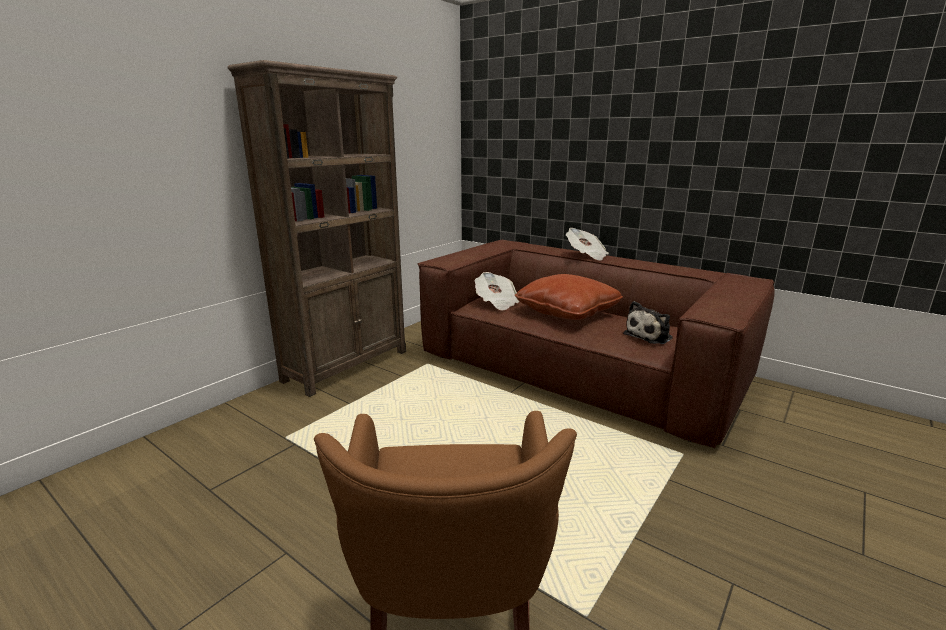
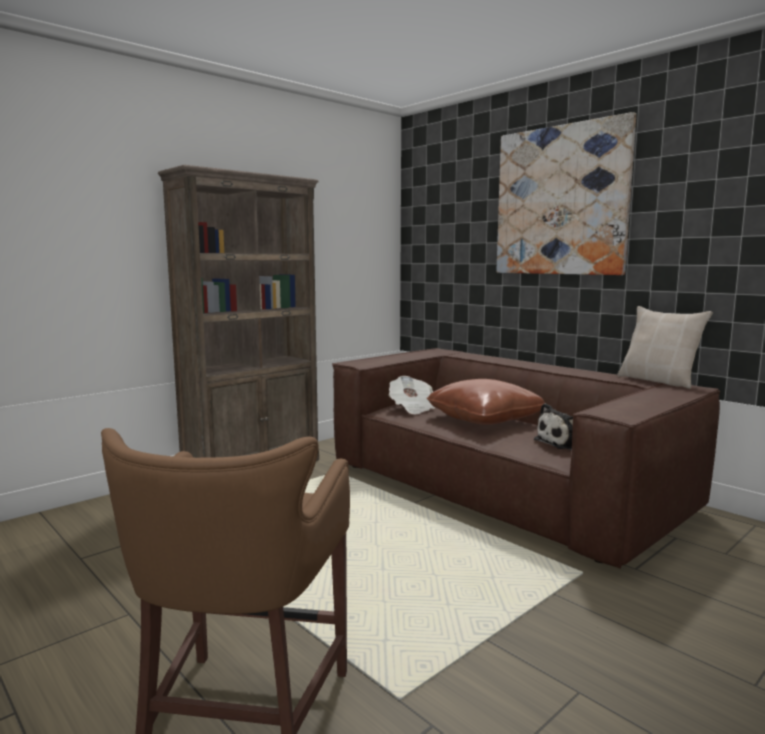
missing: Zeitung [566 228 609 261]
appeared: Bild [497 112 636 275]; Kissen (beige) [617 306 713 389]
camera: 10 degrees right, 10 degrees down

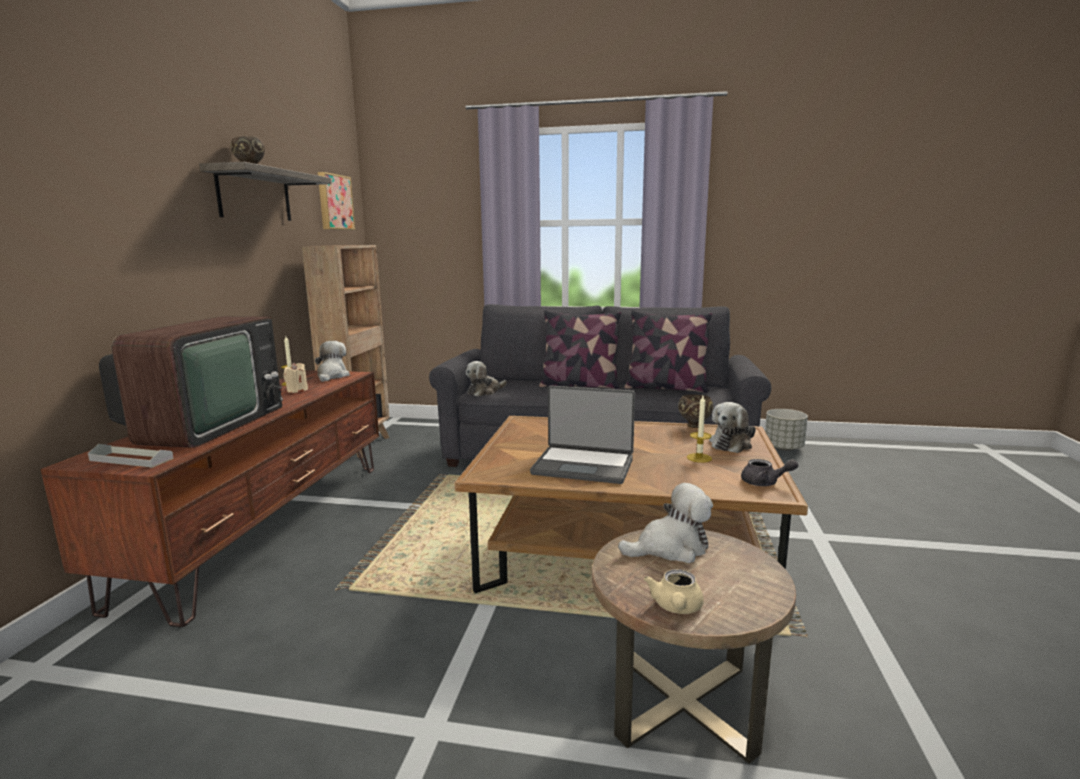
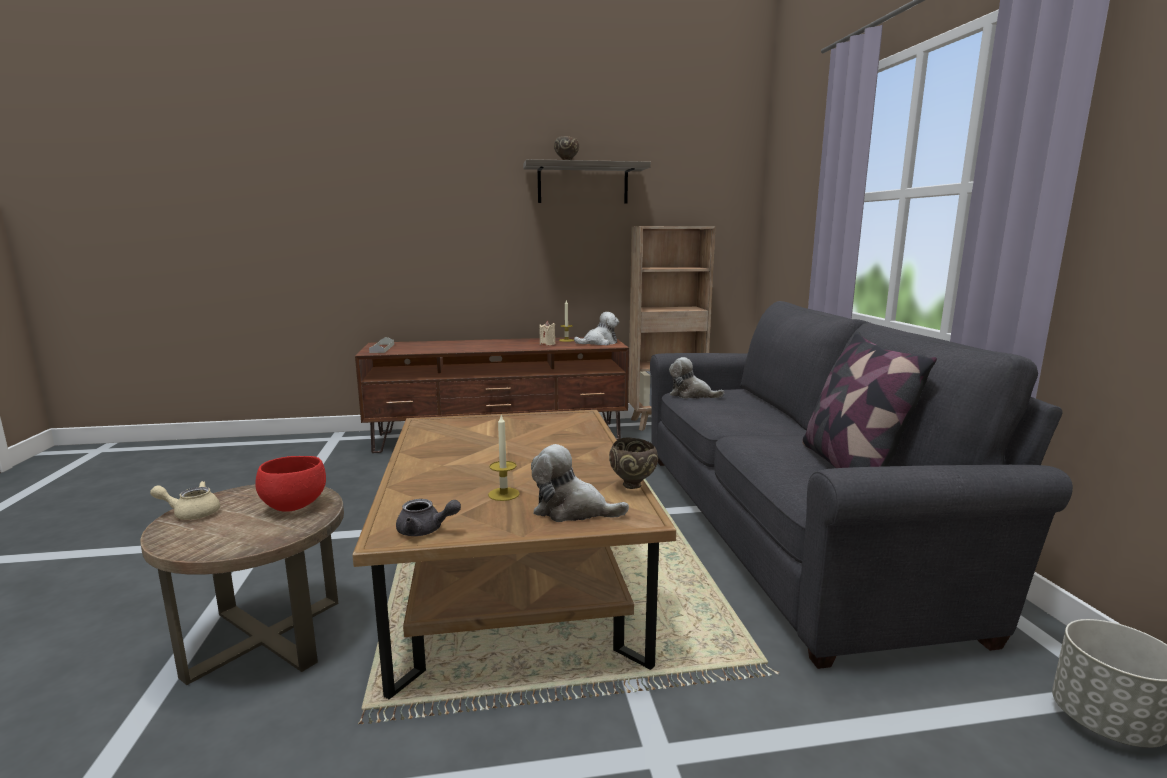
missing: Bild [318 172 355 230]; Kissen [539 310 621 389]; Fernseher [99 316 283 448]; Laptop [530 386 635 484]
exchanged: Plüschtier [618 483 713 563] to Schüssel (rot) [255 456 326 512]
spun: Teekanne (grau) [741 459 798 486] = [396 499 461 536] 75 degrees counterclockwise
camera: 70 degrees right, 0 degrees up

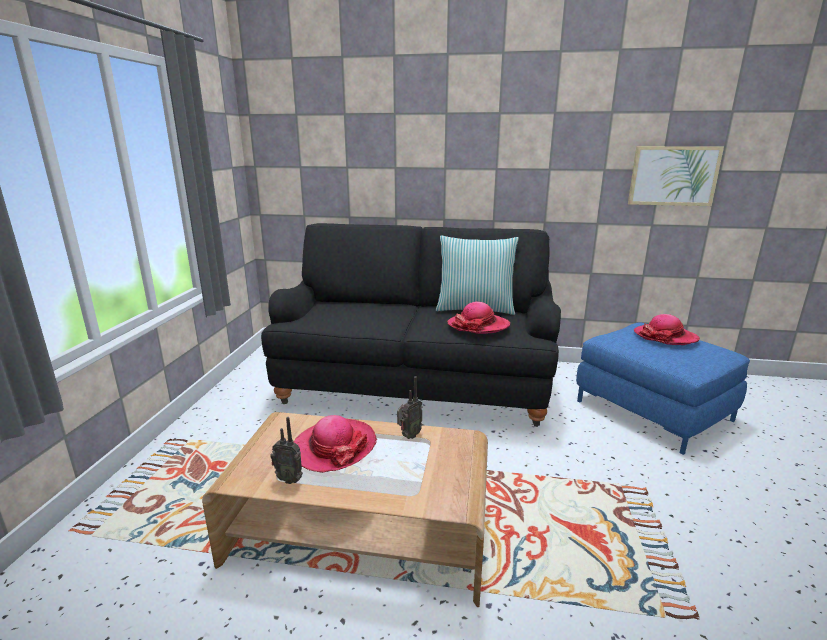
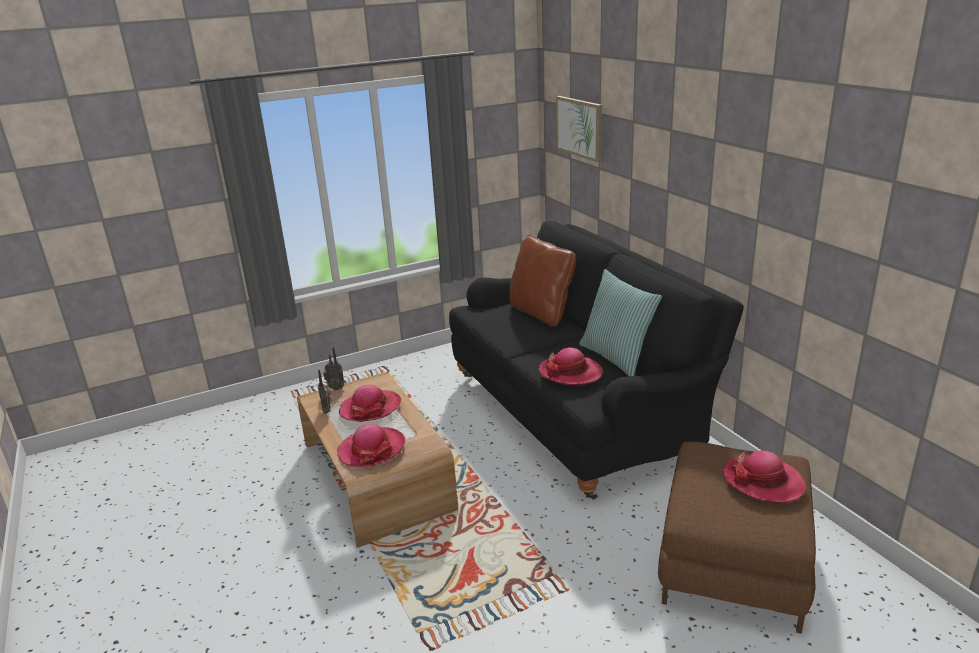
appeared: Kissen (braun) [509 235 576 327]; Hut [337 424 405 467]
relocated: Bild [628 146 724 206] to [556 96 602 162]; Radio [397 376 423 439] to [323 347 345 390]
colour: Polsterhocker (blau) [576 323 750 455] to Polsterhocker (braun) [658 442 816 634]
camera: 55 degrees right, 5 degrees up

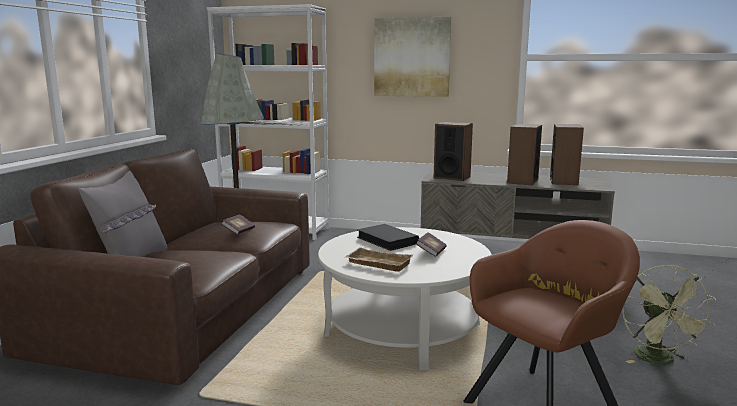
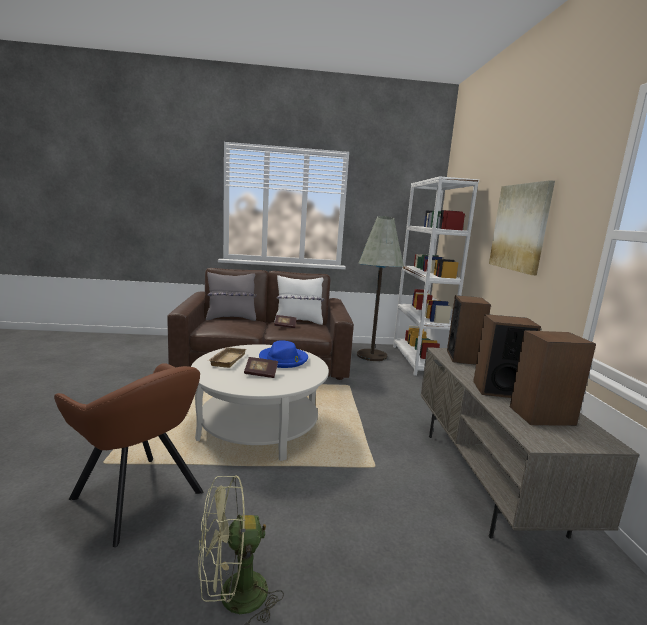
appeared: Kissen (weiß) [274 275 324 325]
exchanged: Buch (schwarz) [357 224 419 251] to Hut (blau) [259 340 308 368]
camera: 70 degrees right, 0 degrees up

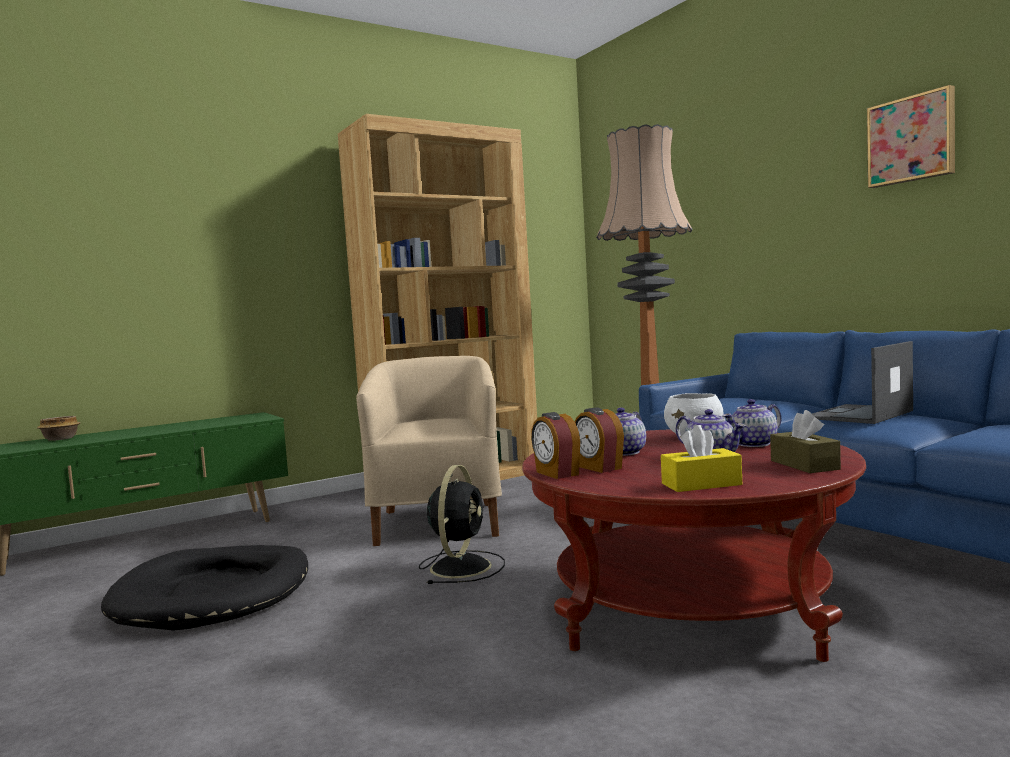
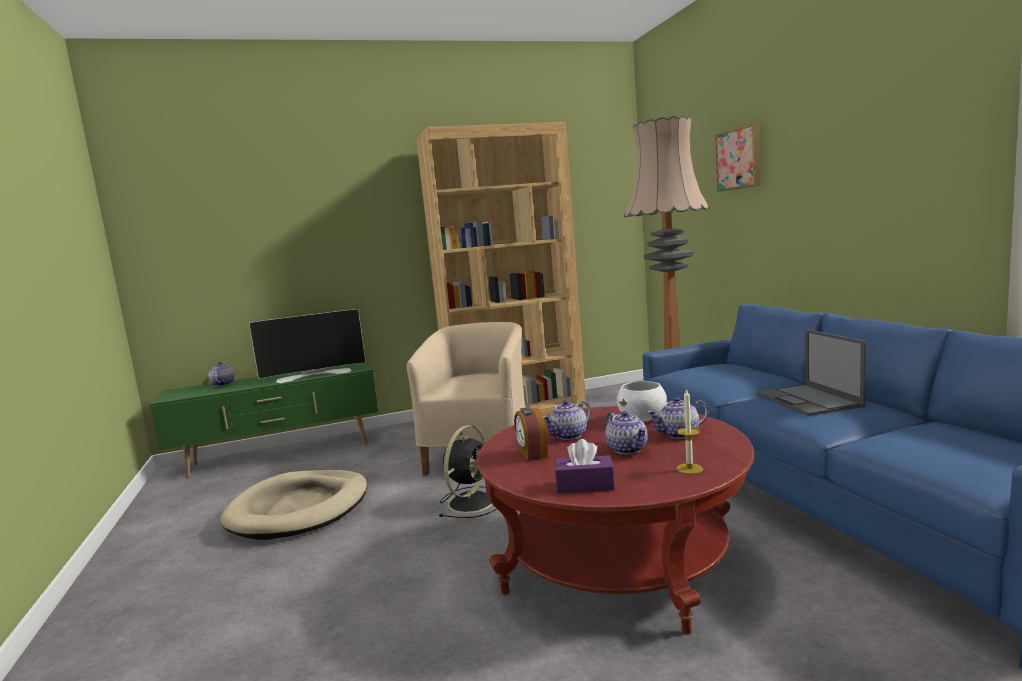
missing: Wecker [531 412 580 479]
appeared: Fernseher [249 309 366 383]
relocated: Bild [867 85 955 188] to [715 124 761 192]
exchanged: Taschentuchbox (braun) [770 410 841 473] to Kerze [677 388 703 474]; Schüssel [37 416 80 441] to Teekanne [208 362 235 387]
colour: Taschentuchbox (gelb) [661 425 742 492] to Taschentuchbox (lila) [555 439 615 494]; Hundebett (schwarz) [101 545 308 631] to Hundebett (beige) [220 470 367 540]
spun: Laptop [812 341 913 424] = [757 329 866 416] 75 degrees counterclockwise
camera: 15 degrees right, 5 degrees up

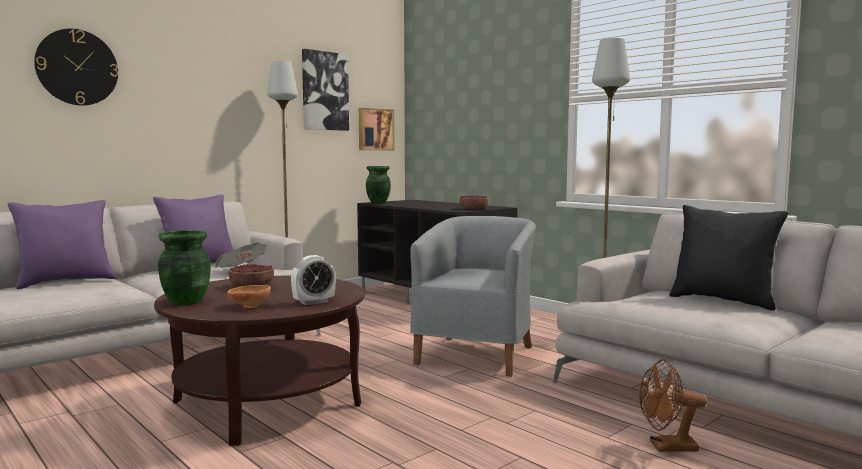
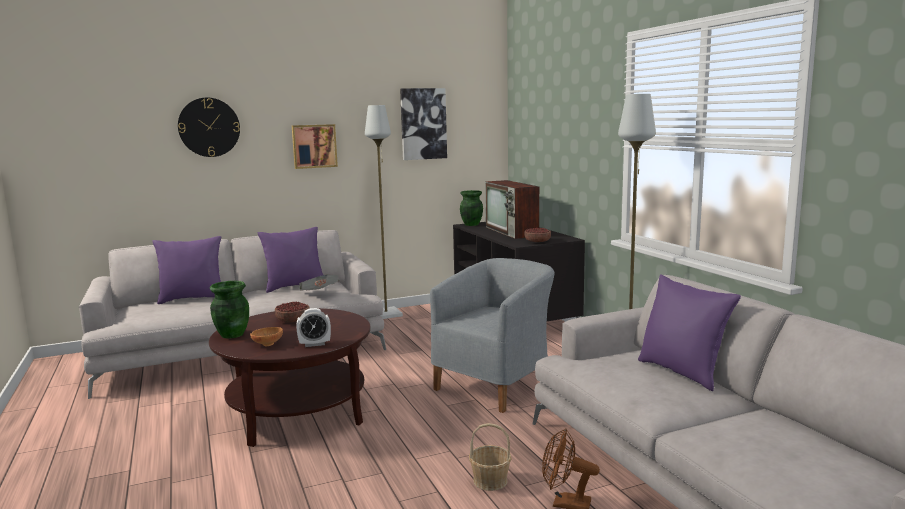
appeared: Fernseher [485 180 539 239]; Korb [469 423 512 491]
relocated: Bild [359 108 395 150] to [292 124 338 169]
colour: Kissen (schwarz) [669 205 789 311] to Kissen (lila) [638 274 741 391]
camera: 20 degrees right, 5 degrees up

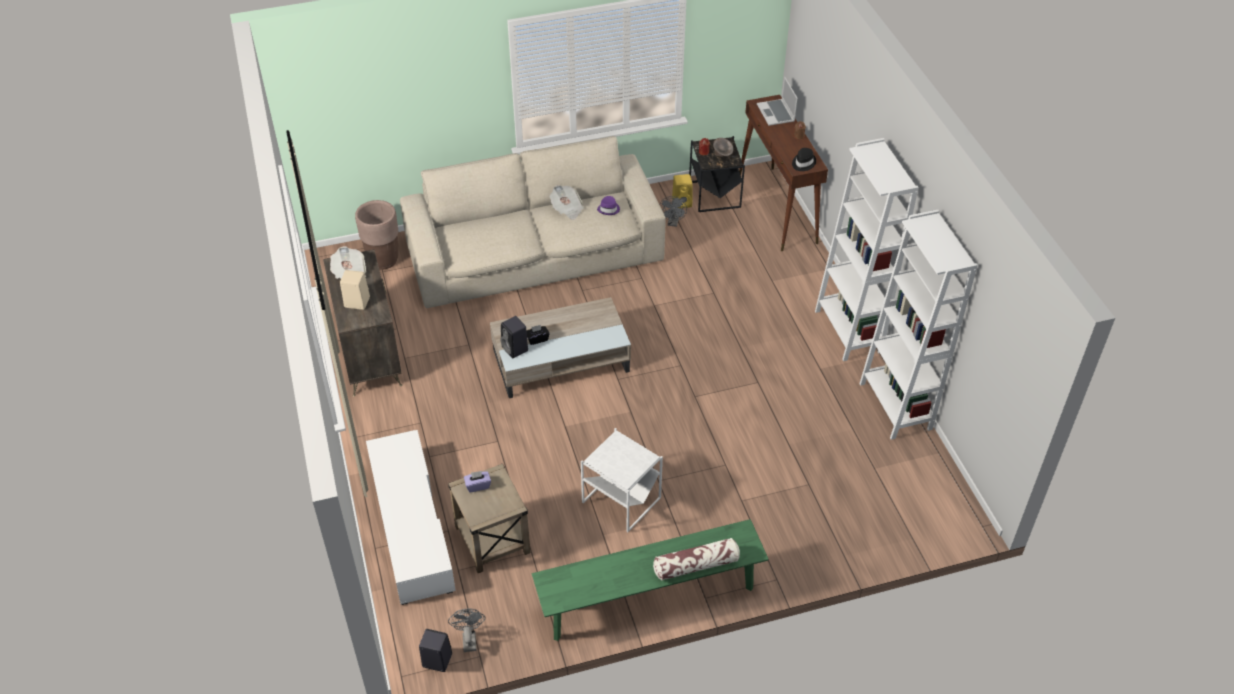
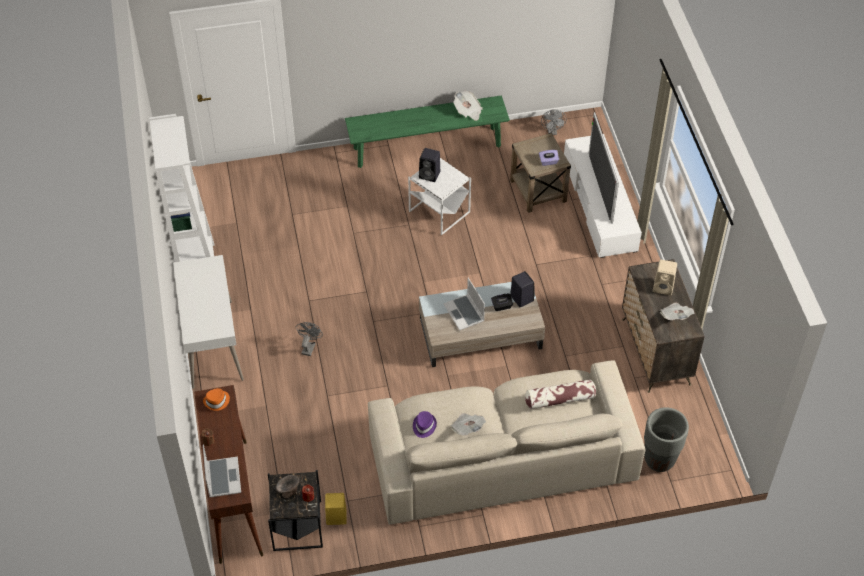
appeared: Zeitung [454 91 483 121]; Fernseher [589 112 619 224]; Laptop [443 278 485 331]
relocated: Ventilator (grau) [660 196 687 227] to [296 322 323 356]; Kissen [653 538 740 581] to [525 379 596 409]; Lautsprecher (schwarz) [419 629 452 672] to [419 148 440 182]
exchanged: Bücherregal (weiß) [815 138 919 361] to Schreibtisch (weiß) [173 255 244 389]
colour: Hut (schwarz) [792 148 816 171] to Hut (orange) [203 388 230 411]; Pflanzkübel (braun) [355 200 398 269] to Pflanzkübel (grau) [644 407 689 472]
camera: 175 degrees left, 5 degrees up

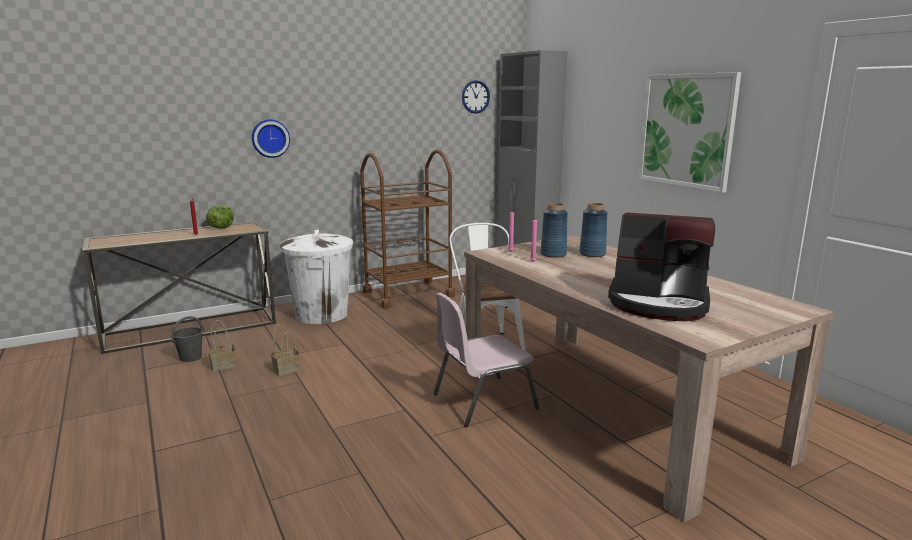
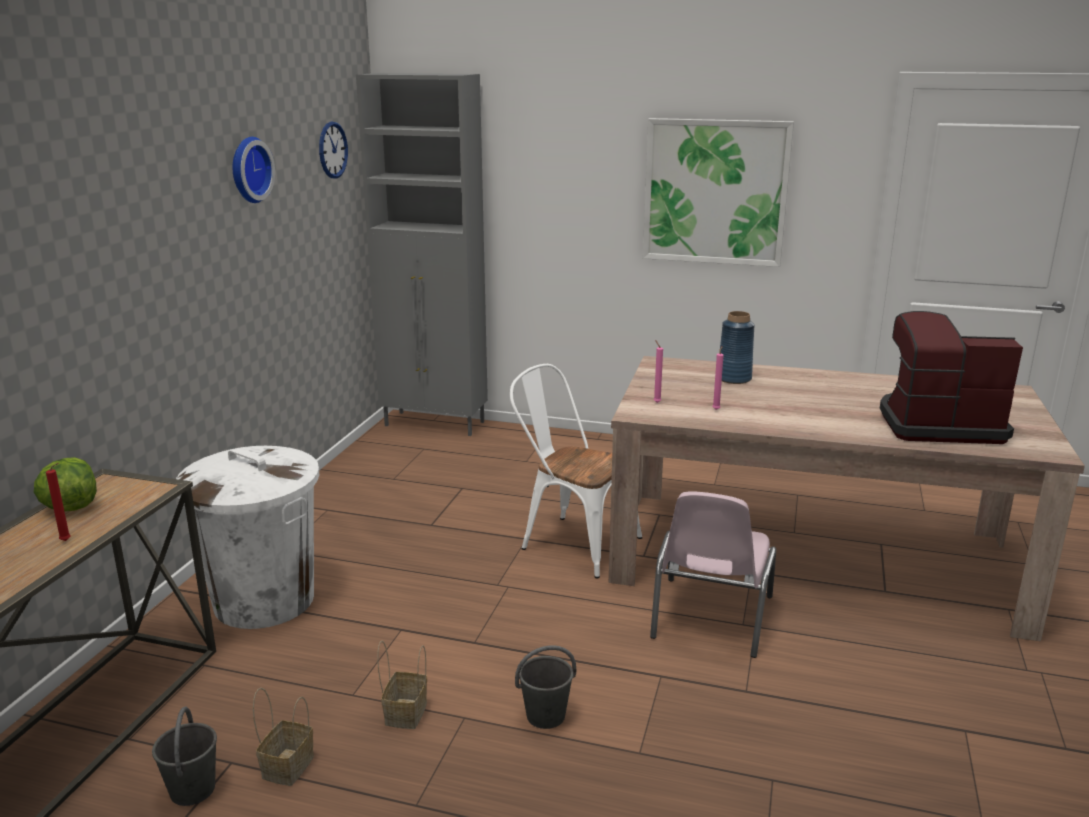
missing: Rollwagen (braun) [360 150 455 309]; Vase (blau) [540 203 568 258]
appeared: Eimer (grau) [515 645 576 729]
relocated: Wanduhr [252 119 290 158] to [233 137 275 203]
spun: Kaffeemaschine [608 212 715 321] = [880 311 1023 444] 150 degrees counterclockwise
camera: 45 degrees left, 5 degrees up

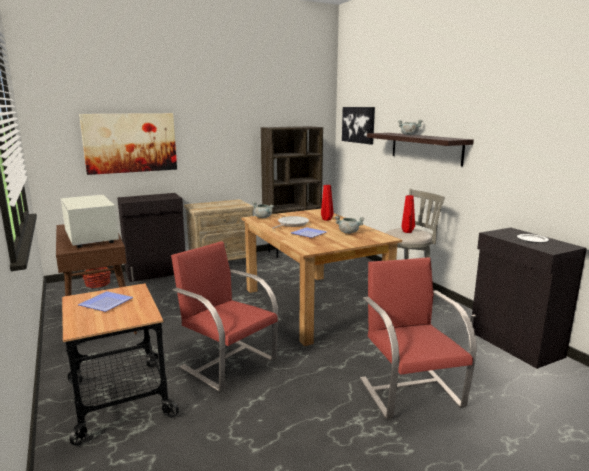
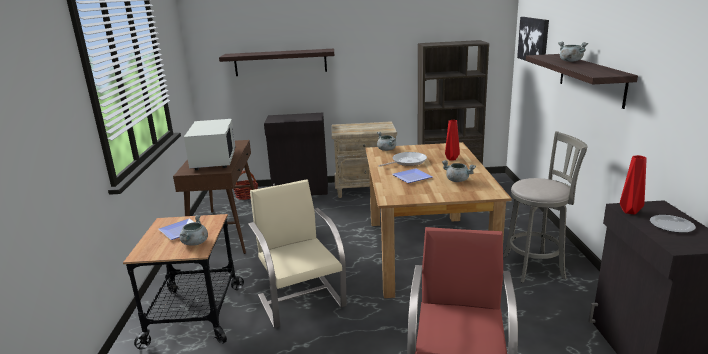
appeared: Kochtopf (grau) [179 215 208 245]
relocated: Vase (rot) [402 195 415 233] to [620 155 647 215]
exchanged: Bild [79 113 177 175] to Wandregal [219 49 334 76]
colour: Stuhl (rot) [171 241 278 391] to Stuhl (beige) [248 179 347 328]
camera: 25 degrees right, 5 degrees up

